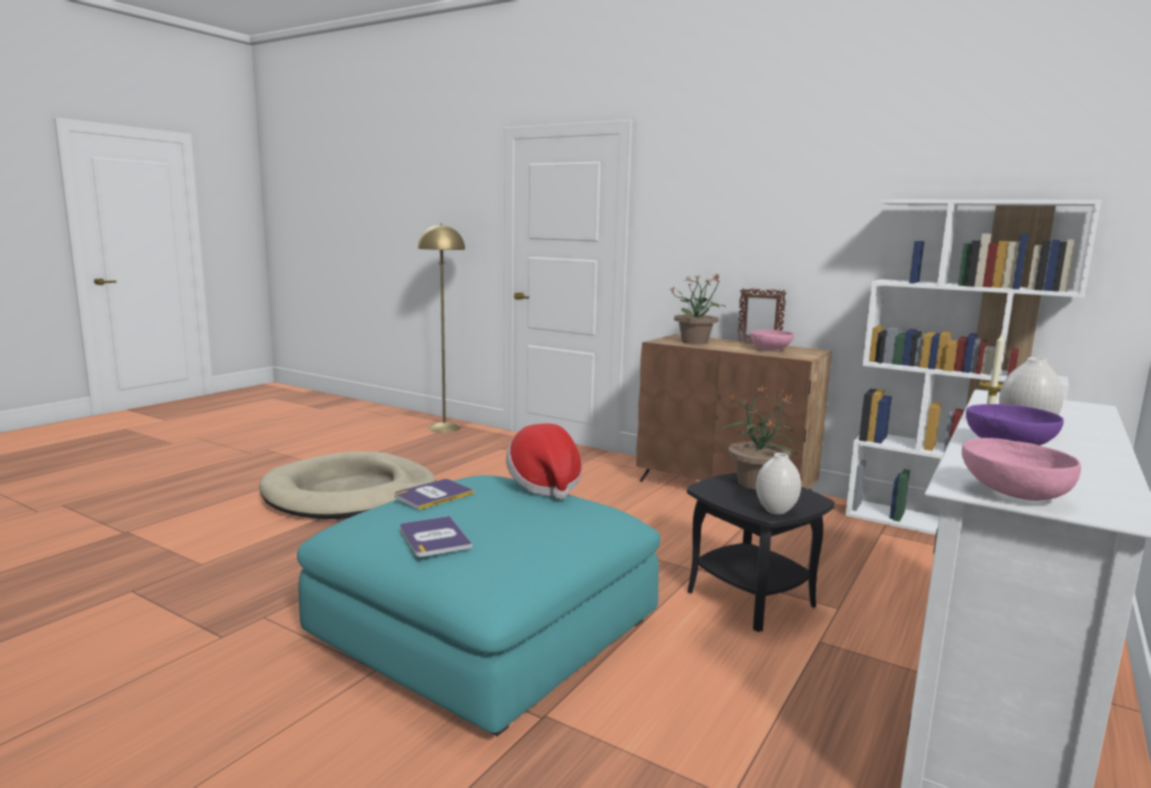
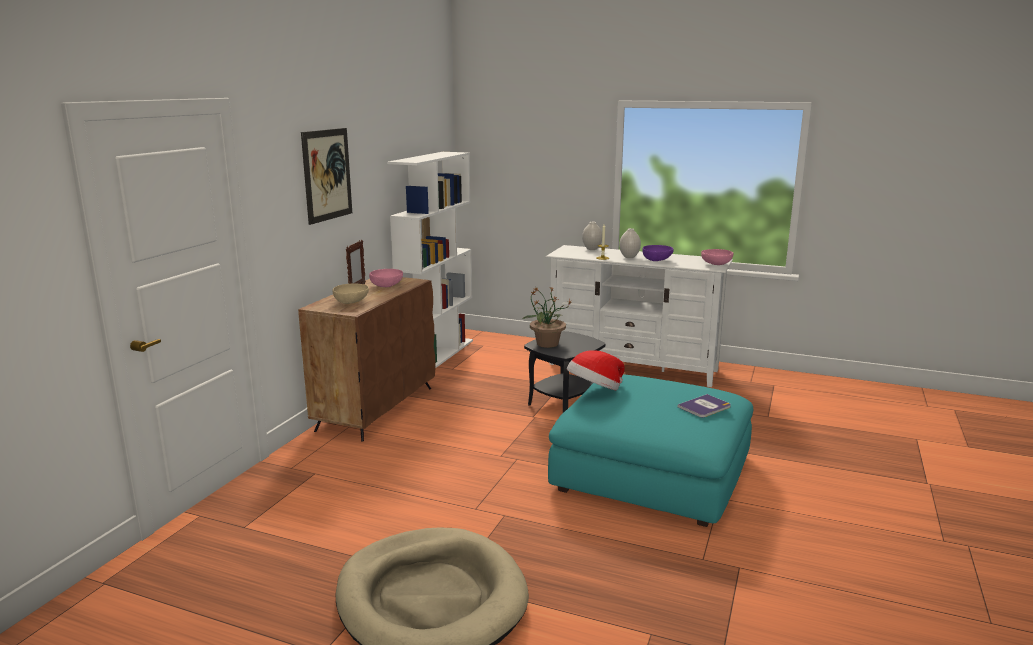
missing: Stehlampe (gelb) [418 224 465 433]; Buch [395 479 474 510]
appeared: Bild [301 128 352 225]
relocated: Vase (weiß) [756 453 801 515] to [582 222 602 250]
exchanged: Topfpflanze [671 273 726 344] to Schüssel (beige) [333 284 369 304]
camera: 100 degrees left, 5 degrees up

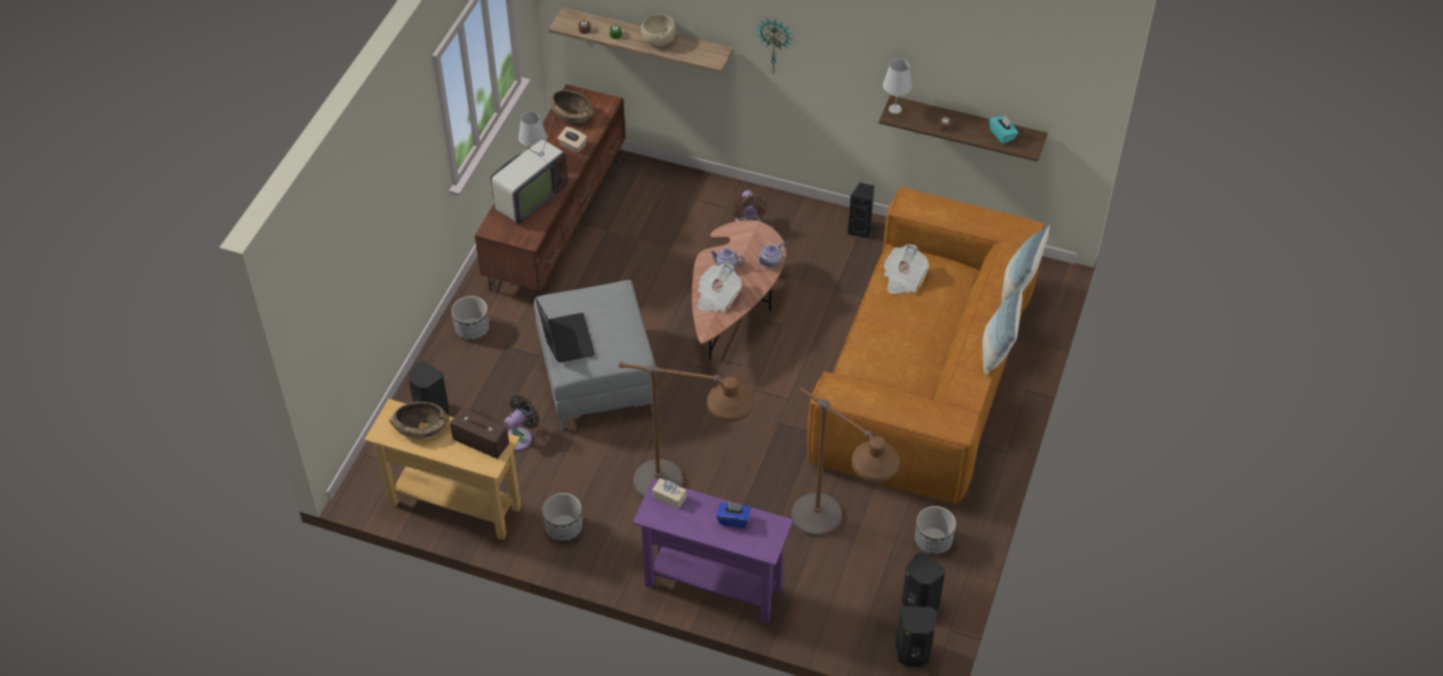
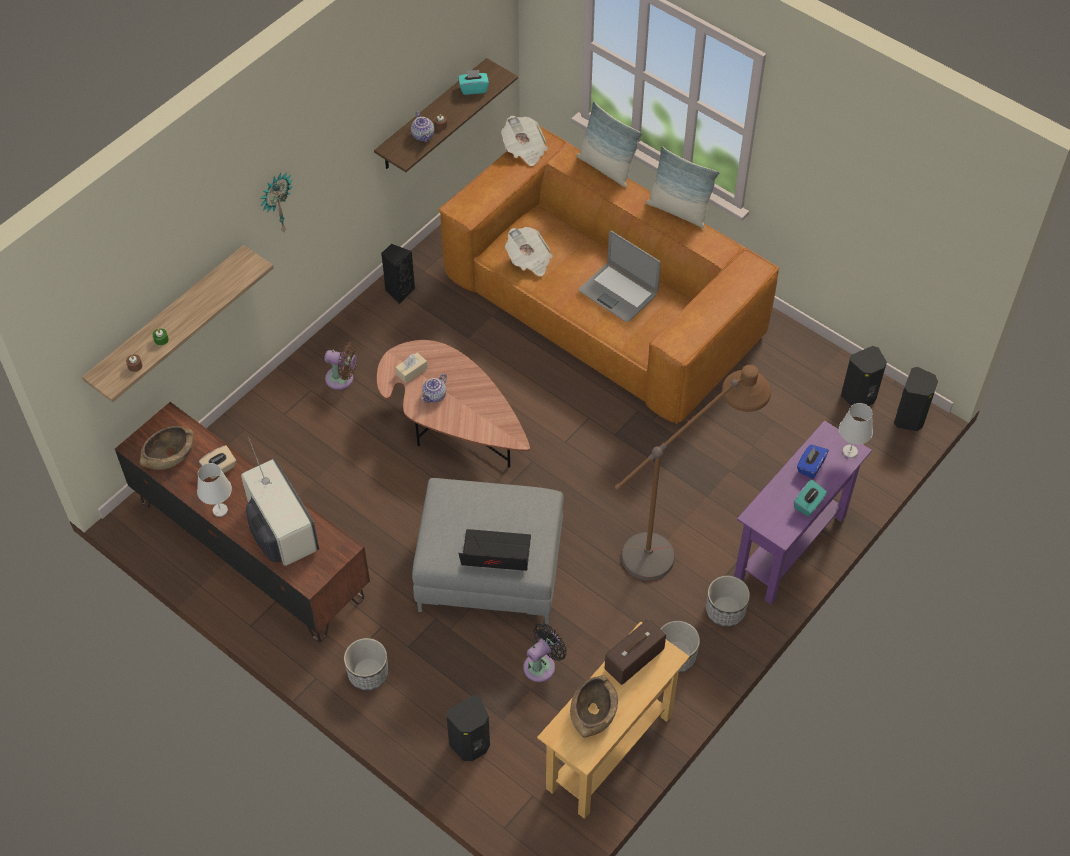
missing: Schüssel (beige) [641 14 676 46]; Stehlampe (braun) [791 387 900 537]
appeared: Laptop [578 231 661 322]; Taschentuchbox (türkis) [794 480 827 516]
relocated: Tischlampe (weiß) [883 59 912 114] to [839 403 873 458]; Teekanne [757 243 786 267] to [411 111 434 142]; Zeitung [697 263 742 312] to [501 116 548 166]; Taschentuchbox (beige) [652 478 687 509] to [395 352 427 383]; Pflanzkübel [915 506 956 555] to [706 576 750 627]
spun: Ventilator (schwarz) [504 395 540 451] = [524 623 567 682] 75 degrees clockwise
camera: 70 degrees left, 5 degrees up

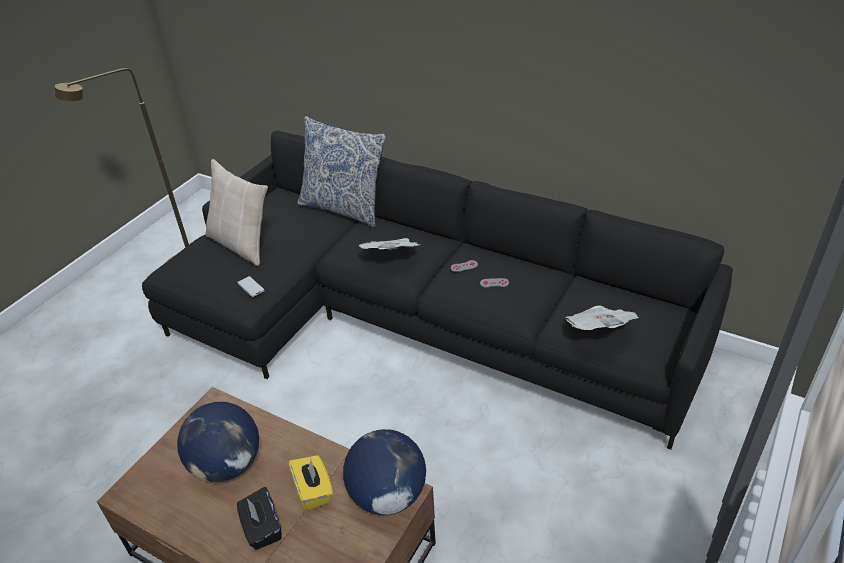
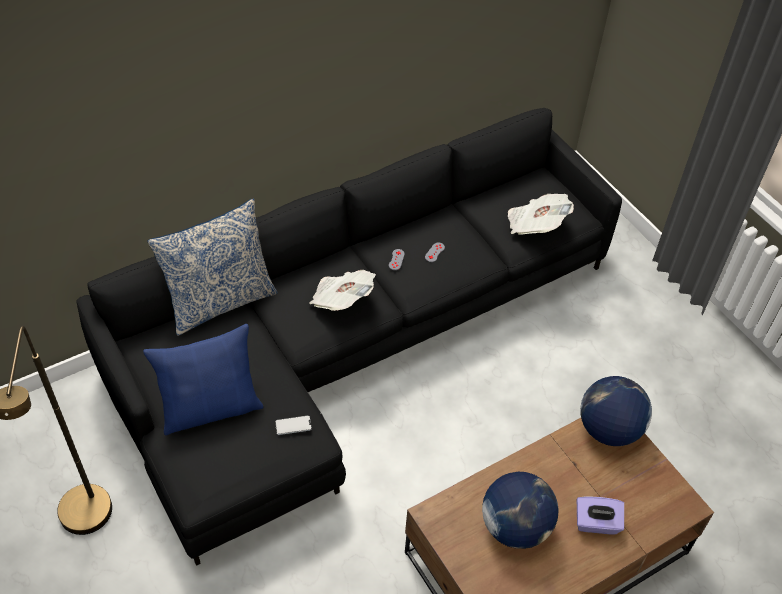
missing: Taschentuchbox (gelb) [289 455 333 511]
colour: Kissen (beige) [205 159 268 266] to Kissen (blau) [143 324 264 436]; Taschentuchbox (schwarz) [237 487 282 550] to Taschentuchbox (lila) [577 496 624 534]
camera: 65 degrees left, 10 degrees up

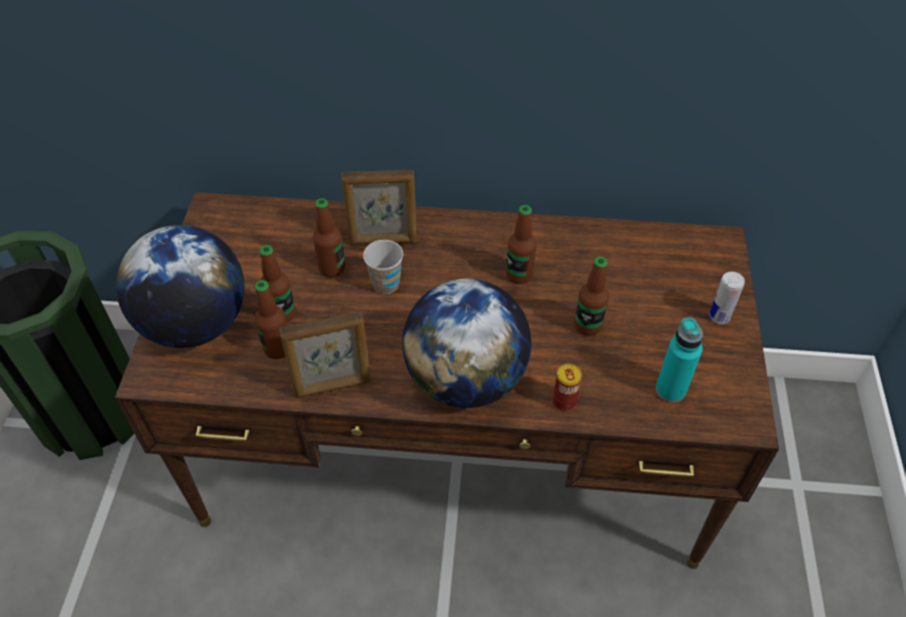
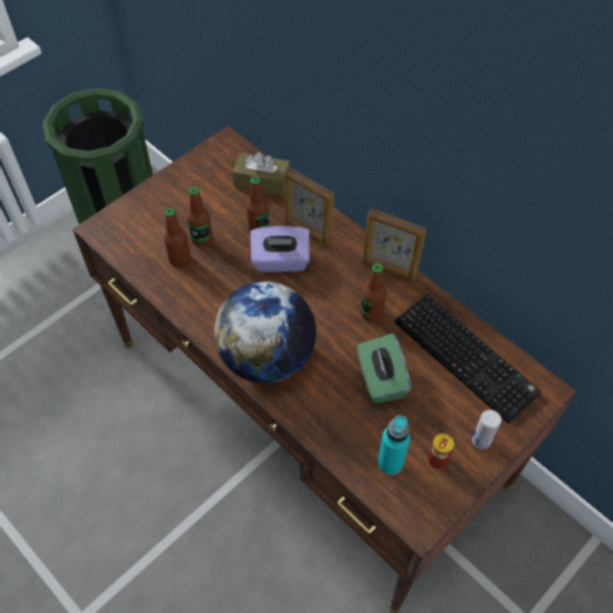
missing: Globus [116 225 245 348]
appeared: Taschentuchbox (braun) [233 152 290 196]; Tastatur [395 294 541 423]
relocated: Bilderrahmen [279 312 371 398] to [363 208 427 281]; Dose [553 364 582 411] to [428 433 454 469]
exchanged: Tasse [363 240 403 294] to Taschentuchbox (lila) [250 226 310 272]; Flasche [574 257 609 336] to Taschentuchbox (grün) [357 333 412 404]
camera: 40 degrees right, 5 degrees up

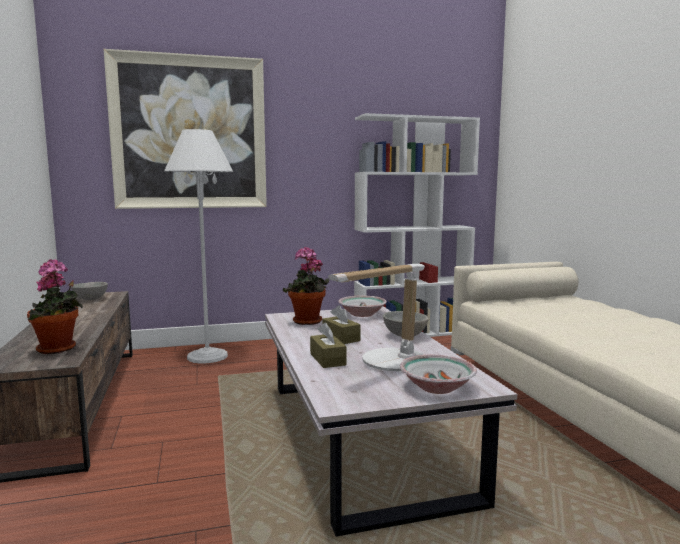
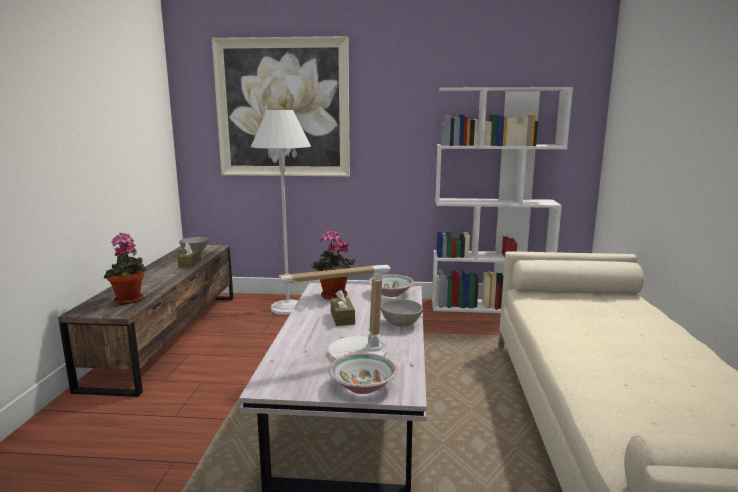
relocated: Taschentuchbox (braun) [310 322 346 368] to [177 243 201 268]
camera: 20 degrees right, 5 degrees up

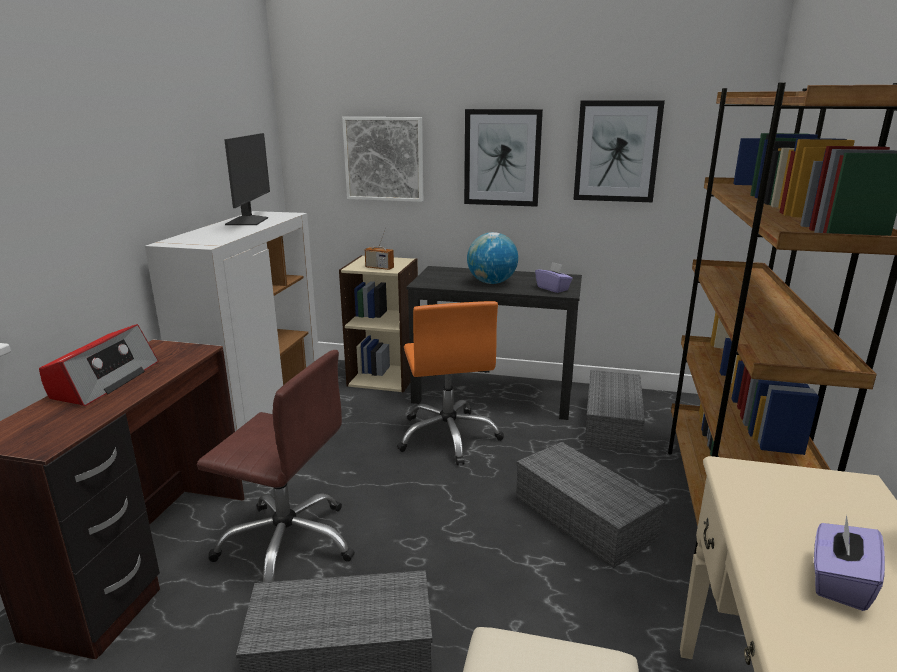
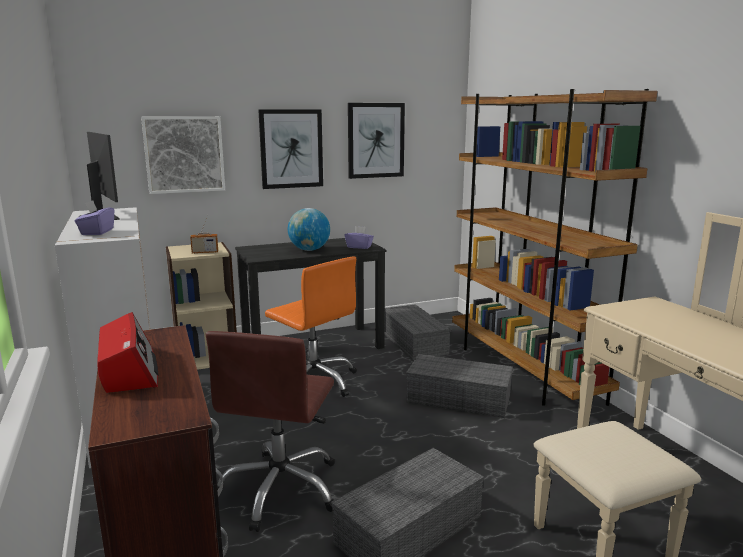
relocated: Taschentuchbox (lila) [814 515 885 611] to [75 200 114 235]
spun: Bürostuhl (braun) [197 350 355 582] = [206 331 335 532] 120 degrees clockwise
camera: 35 degrees left, 5 degrees down

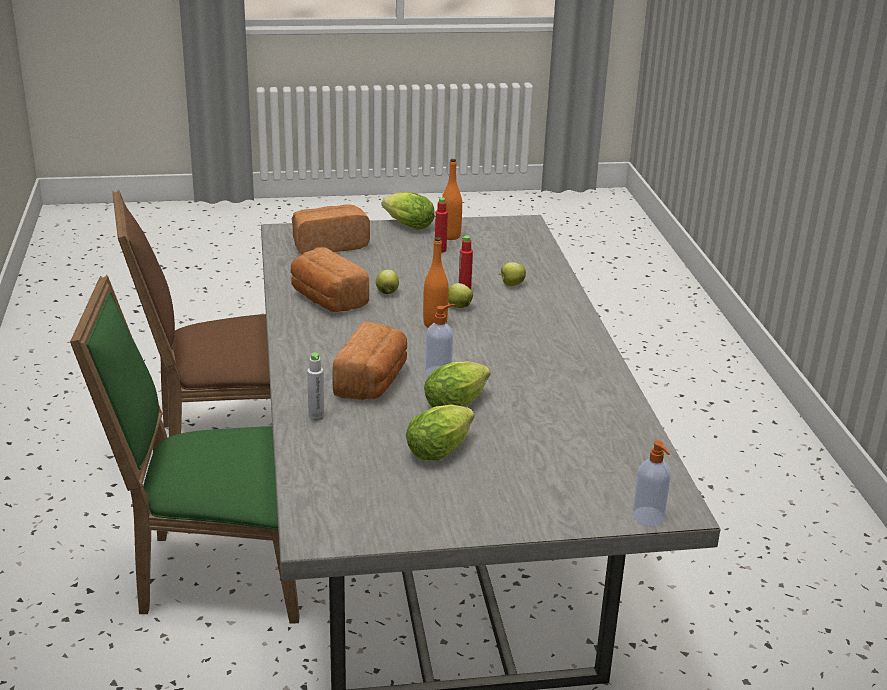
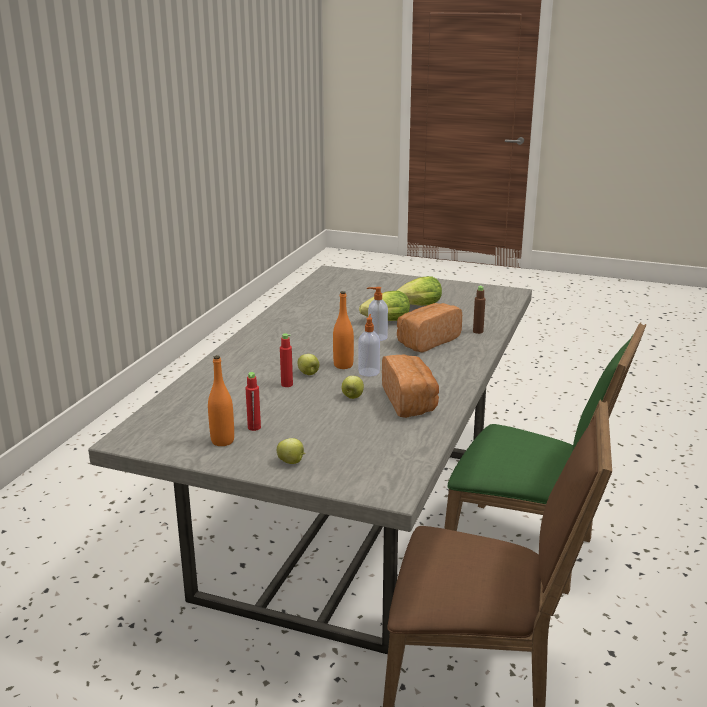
missing: Salatkopf [382 192 435 230]; Brot [291 205 370 255]
relocated: Apfel [499 262 526 286] to [277 438 305 464]; Seifenspender [633 440 671 526] to [359 314 380 377]
colour: Flasche (grau) [307 353 324 421] to Flasche (braun) [473 285 485 334]
camera: 150 degrees left, 5 degrees down

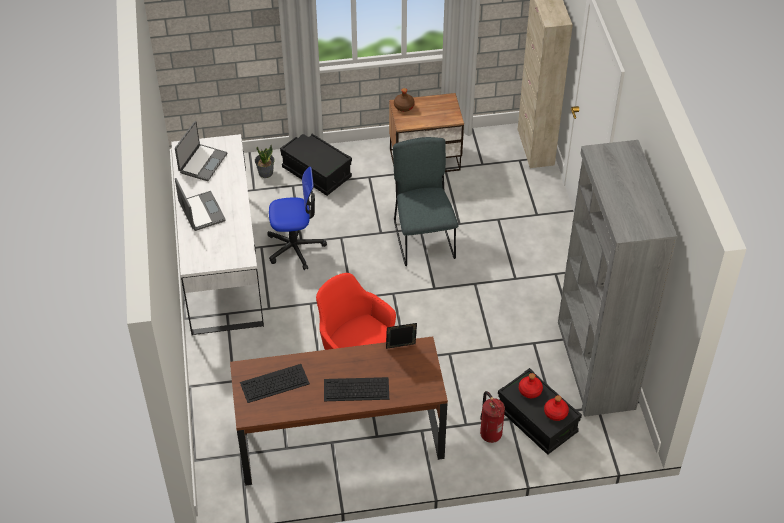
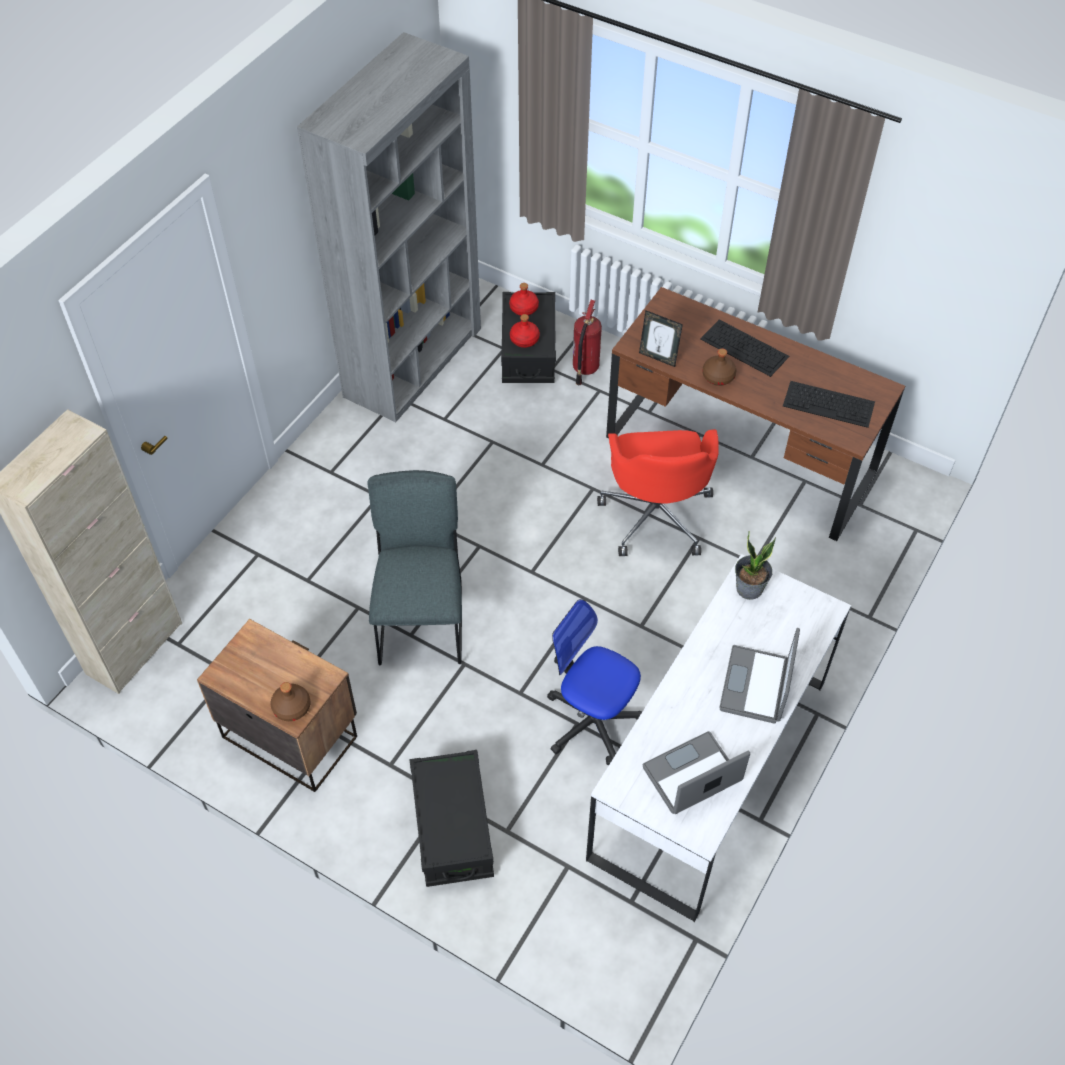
appeared: Flasche (braun) [703 348 736 386]
relocated: Topfpflanze [255 145 274 178] to [735 531 776 600]
spun: Stuhl (grau) [393 137 458 266] = [367 470 462 665] 150 degrees clockwise
camera: 140 degrees left, 5 degrees up

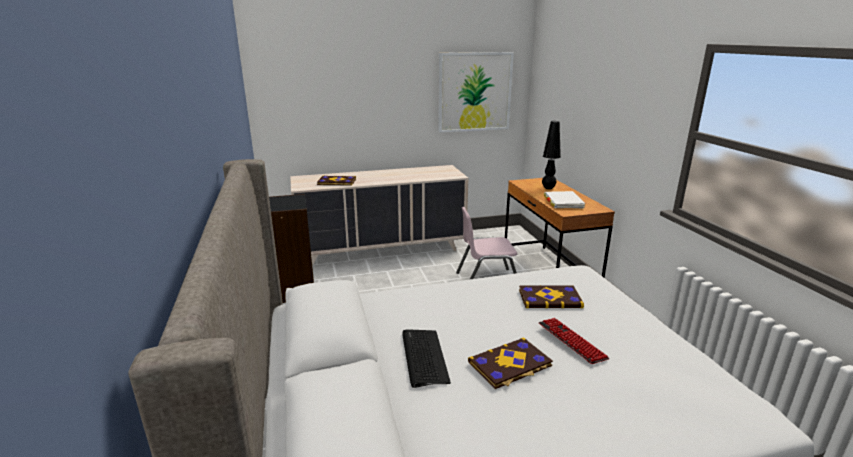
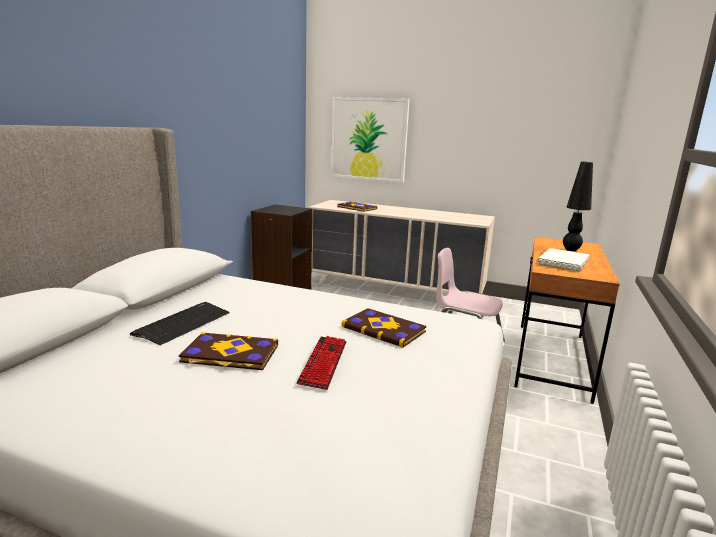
relocated: Bild [438 52 514 133] to [330 97 410 183]
camera: 35 degrees right, 5 degrees down

